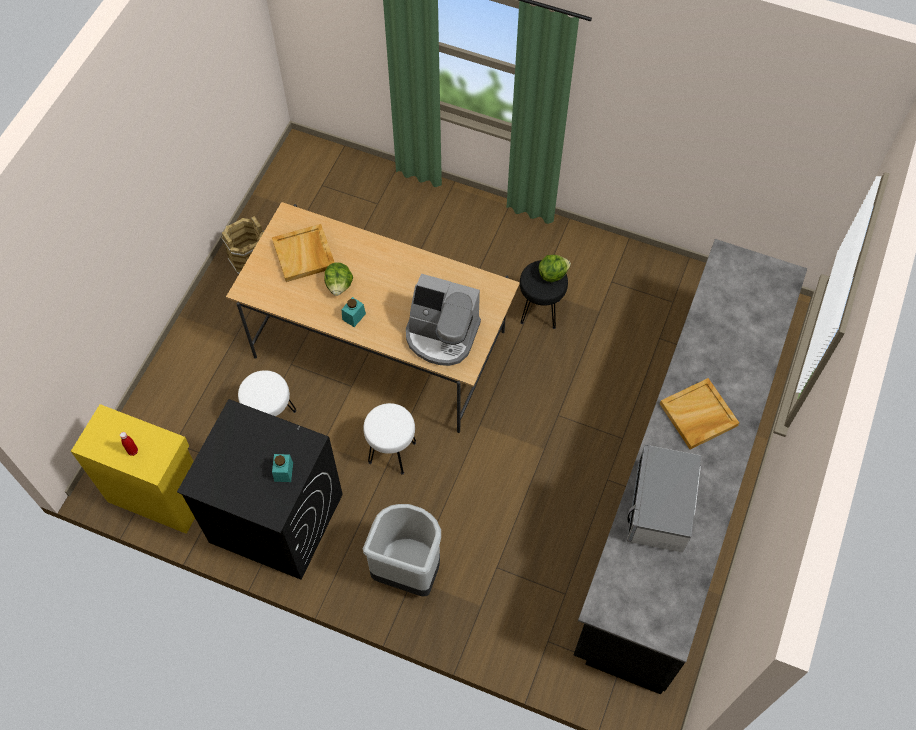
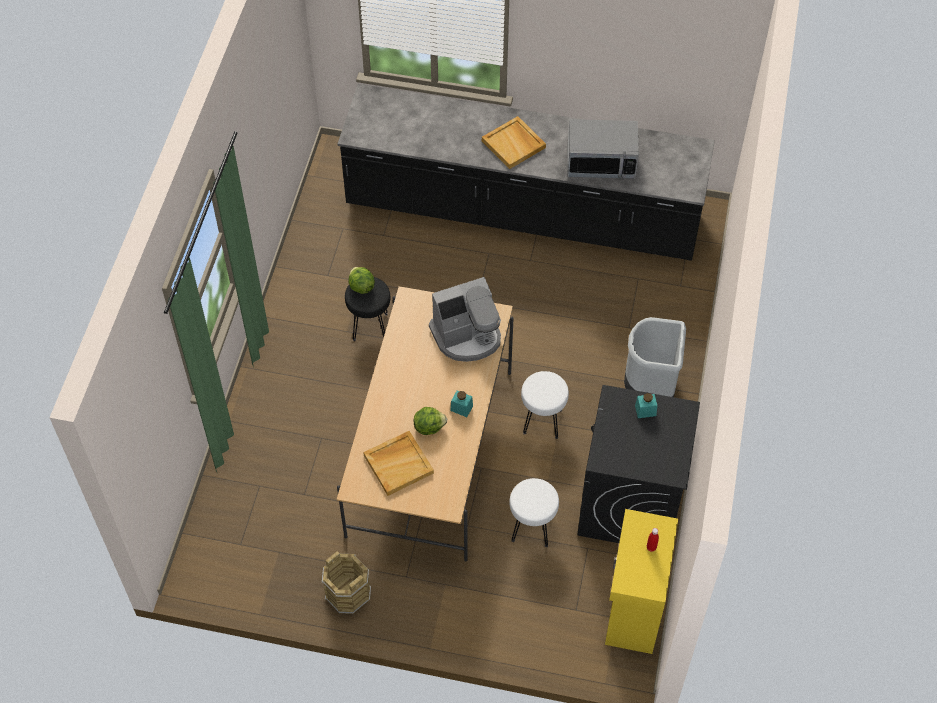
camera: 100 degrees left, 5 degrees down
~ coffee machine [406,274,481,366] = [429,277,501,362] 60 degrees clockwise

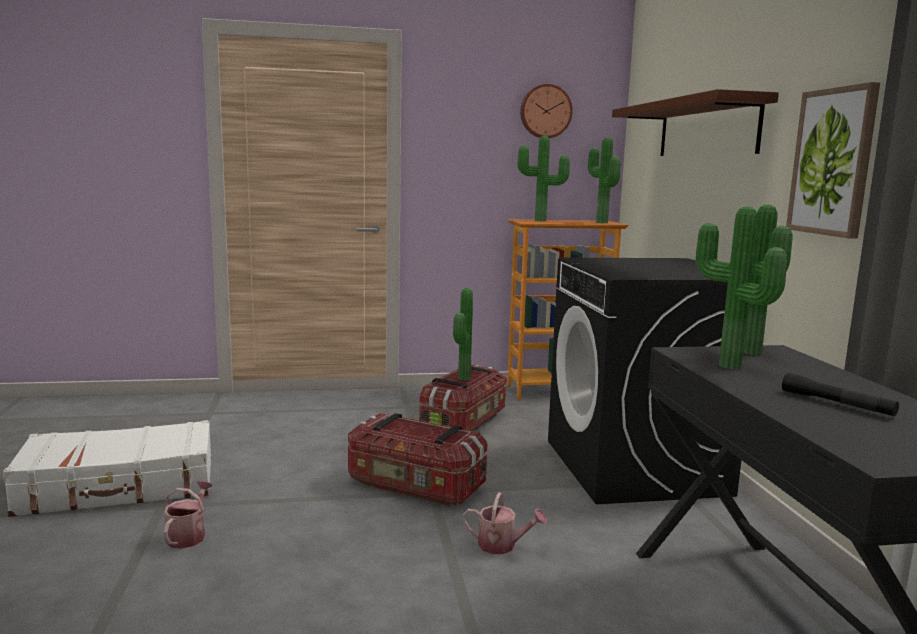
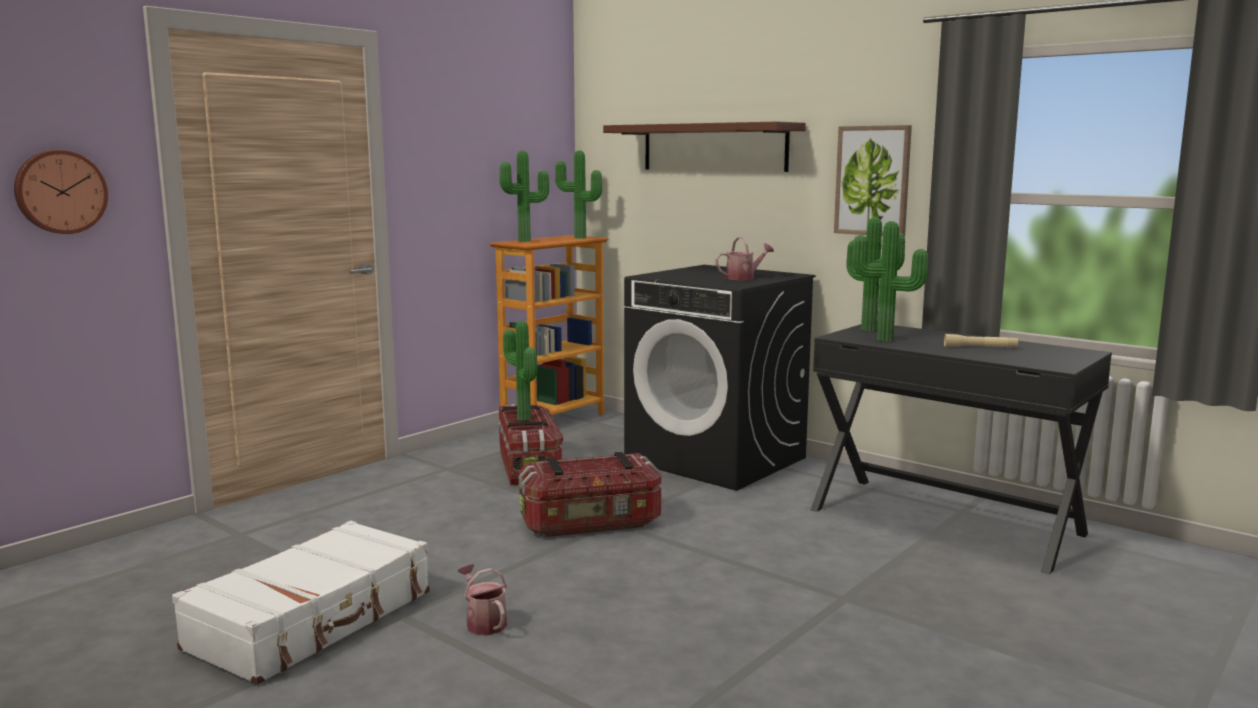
camera: 40 degrees left, 0 degrees up
~ watering can [462,492,548,554] to [715,237,774,280]
~ wall clock [520,84,573,138] to [14,150,108,234]
~ flashlight (black) [782,373,899,416] to flashlight (beige) [944,334,1018,347]

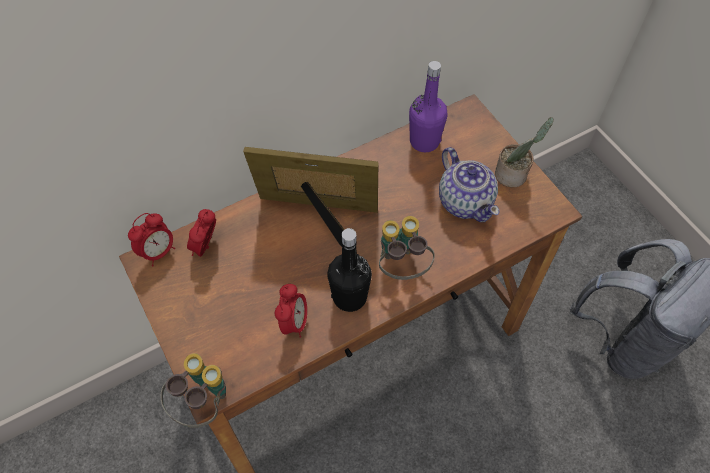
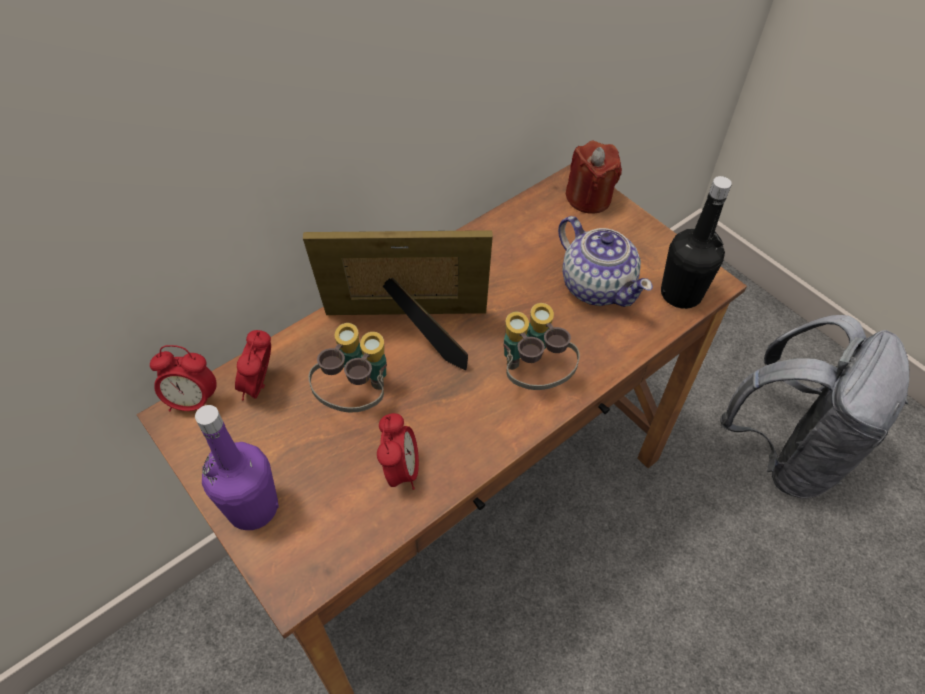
camera: 10 degrees left, 5 degrees down
~ alarm clock [128,213,175,267] = [150,345,217,412] 60 degrees clockwise
~ binoculars [161,353,226,428] to [309,323,387,412]
~ bottle (black) [327,228,372,312] to [661,176,732,309]
~ bottle (purple) [409,61,448,152] to [195,405,279,530]
- potted plant [495,117,553,187]
+ candle (red) [565,141,622,214]

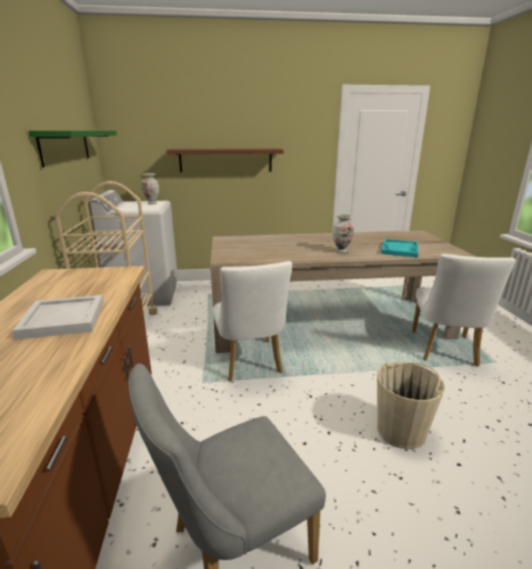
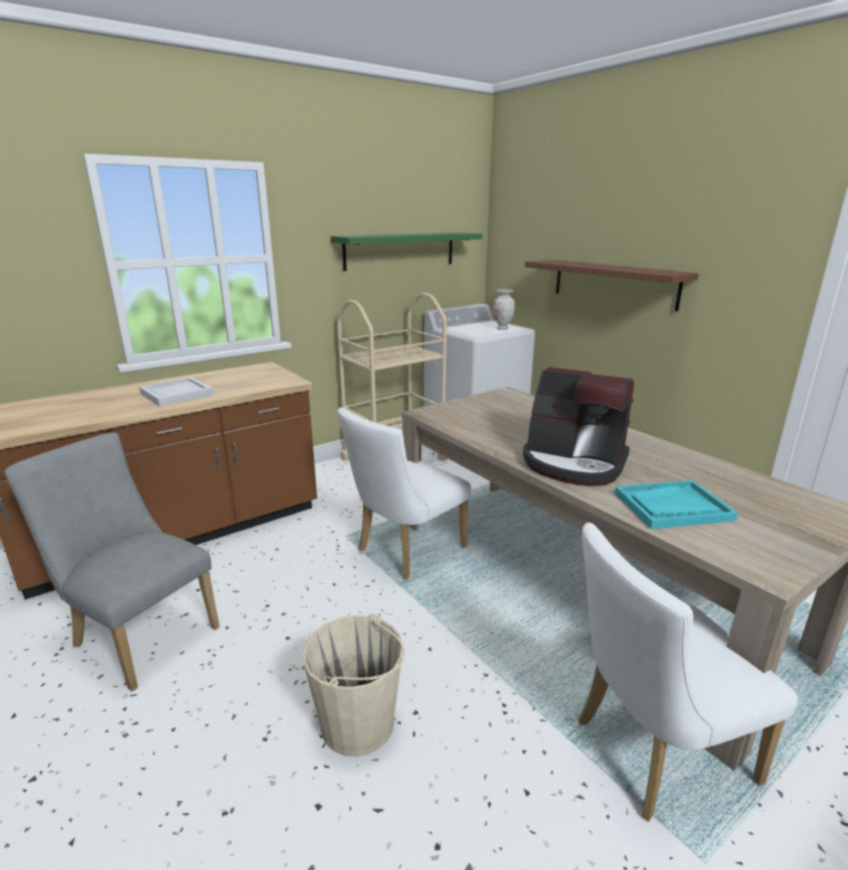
camera: 60 degrees right, 0 degrees up
~ vase [332,214,354,253] to coffee machine [523,367,634,486]

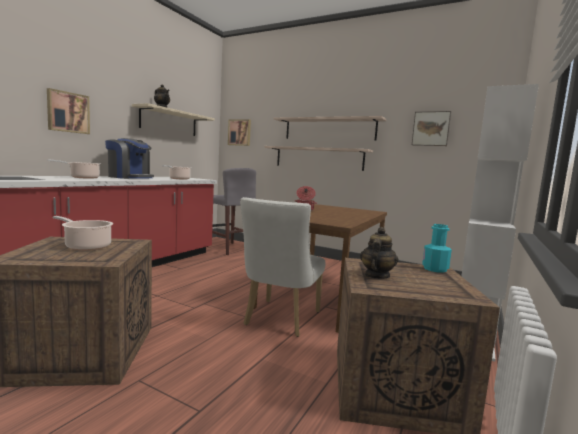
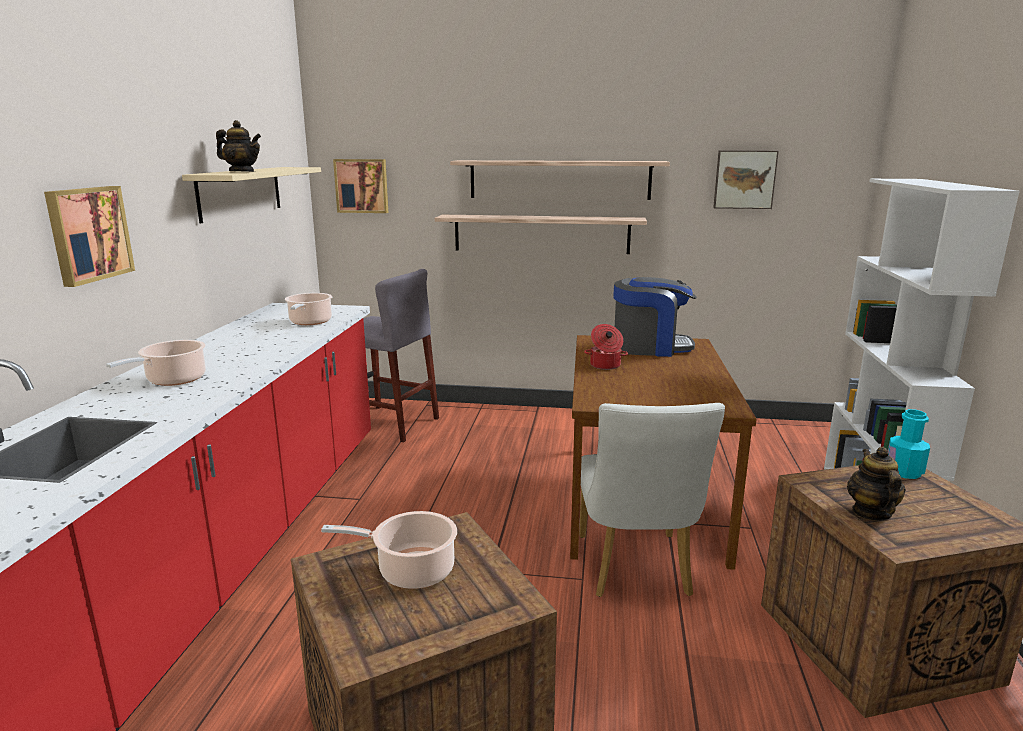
camera: 20 degrees left, 10 degrees up
~ coffee machine [105,138,154,179] to [613,277,697,357]

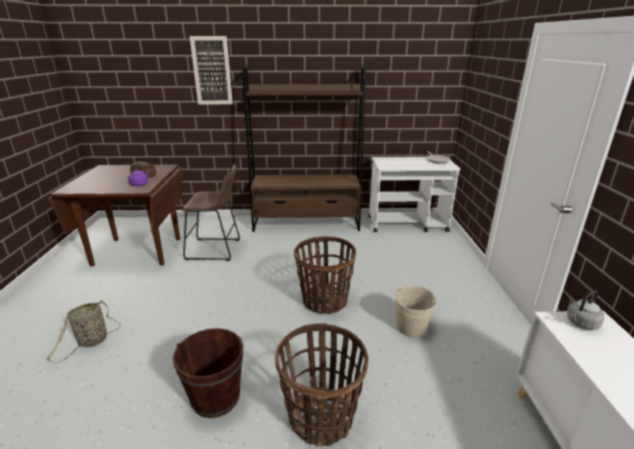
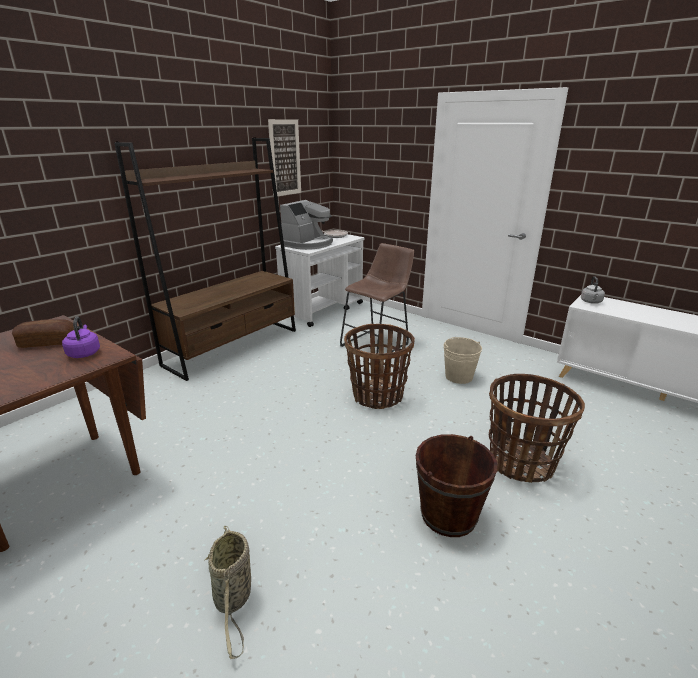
camera: 50 degrees left, 0 degrees up
~ stool (brown) [182,164,240,261] to [340,243,414,354]
~ picture [190,36,233,104] to [268,119,301,197]
+ coffee machine [280,200,333,250]

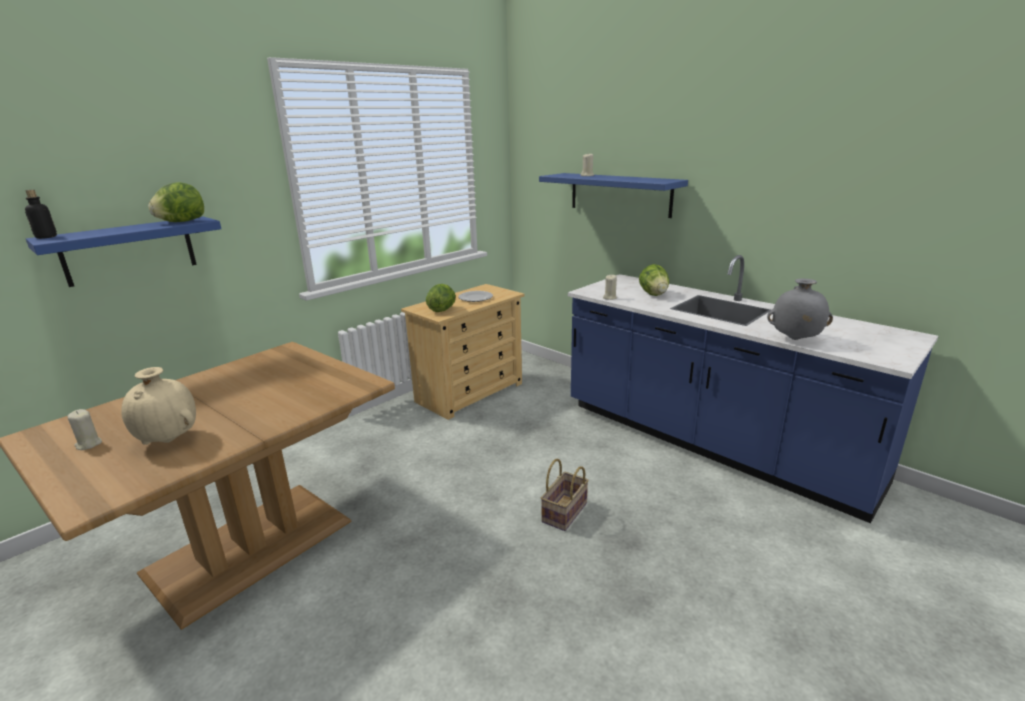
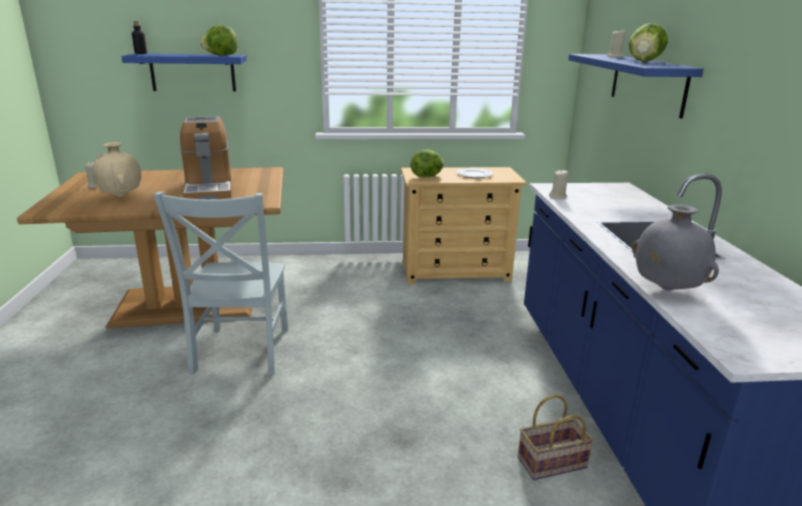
camera: 40 degrees right, 0 degrees up
~ basket [541,459,589,531] to [518,394,594,480]
~ lettuce [639,264,669,296] to [628,23,668,62]
+ chair (grey) [153,192,288,375]
+ coffee machine [180,116,232,199]

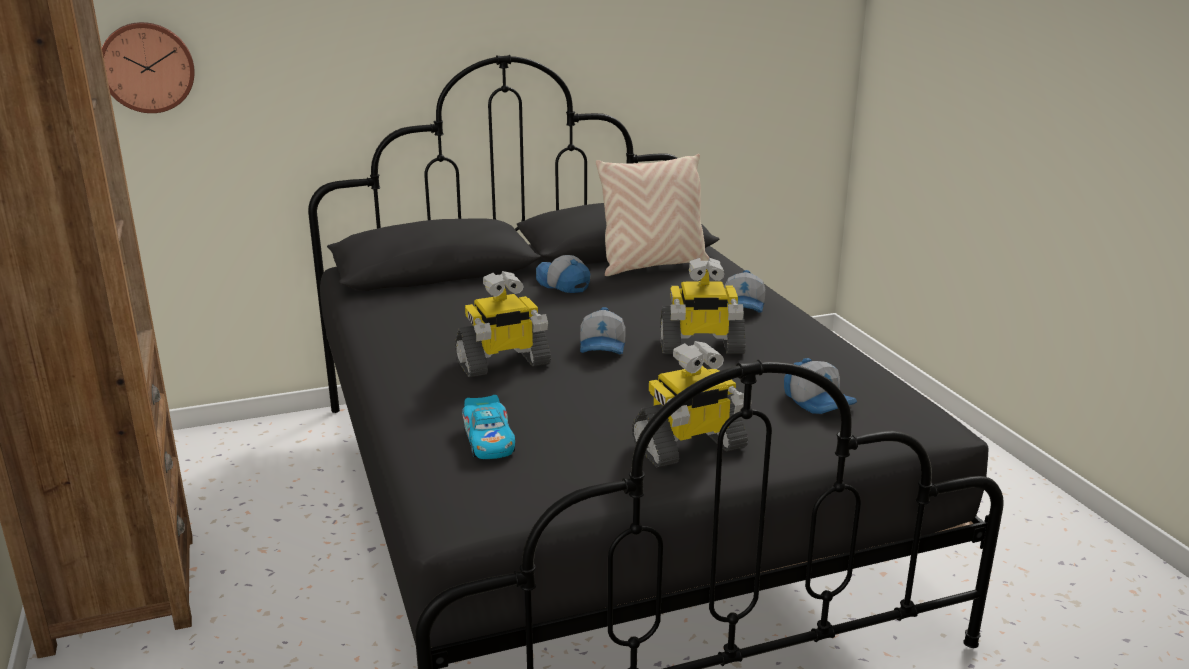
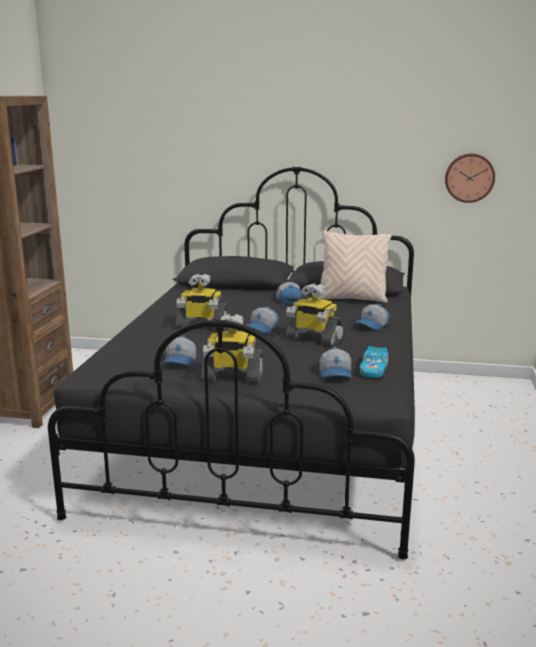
camera: 30 degrees right, 5 degrees down
~ wall clock [102,22,194,113] to [445,154,495,203]
~ toy car [462,395,515,459] to [359,346,389,378]
+ cap [163,335,197,366]

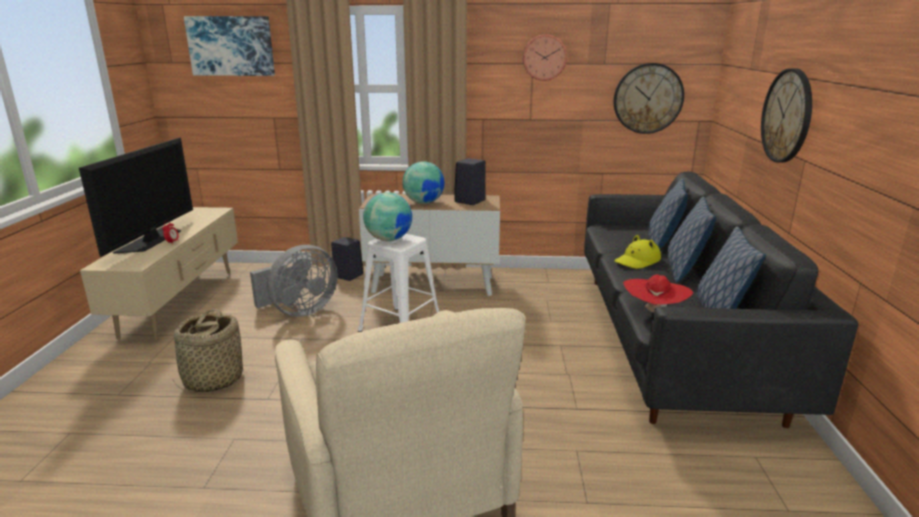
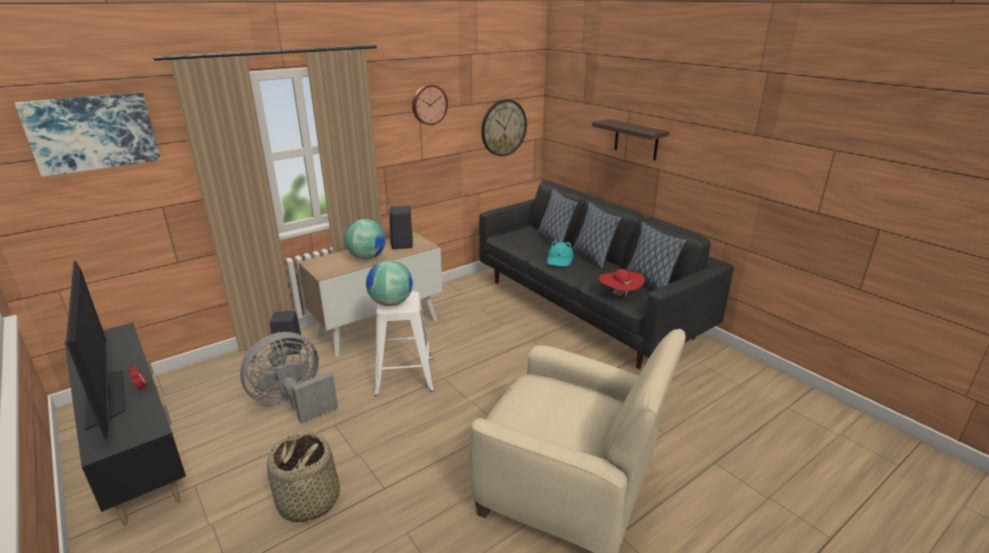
camera: 40 degrees left, 5 degrees up
~ tv stand (beige) [80,207,238,341] to tv stand (black) [64,322,186,525]
~ fan (grey) [250,245,338,317] = [240,332,338,423] 135 degrees counterclockwise
~ hat (yellow) [614,235,661,269] to hat (turquoise) [547,240,574,266]
~ wall clock [761,68,812,163] to shelf [592,119,669,160]

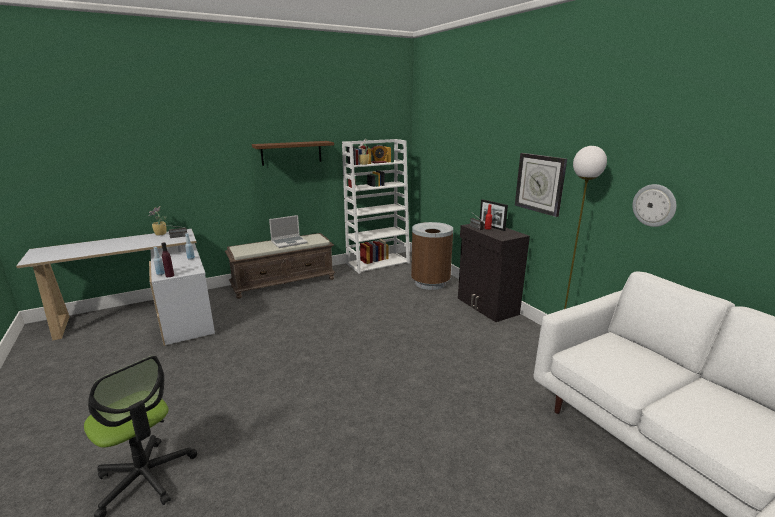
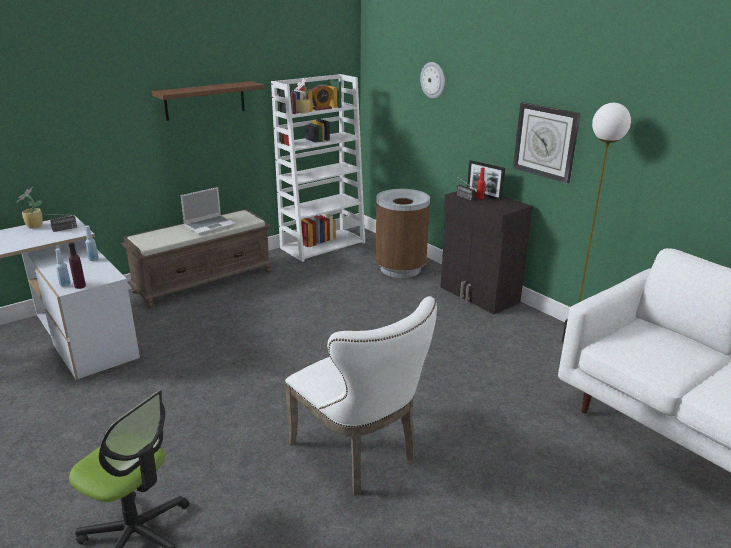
camera: 10 degrees left, 5 degrees up
~ wall clock [632,184,676,227] to [420,62,445,99]
+ chair (white) [285,296,437,496]

